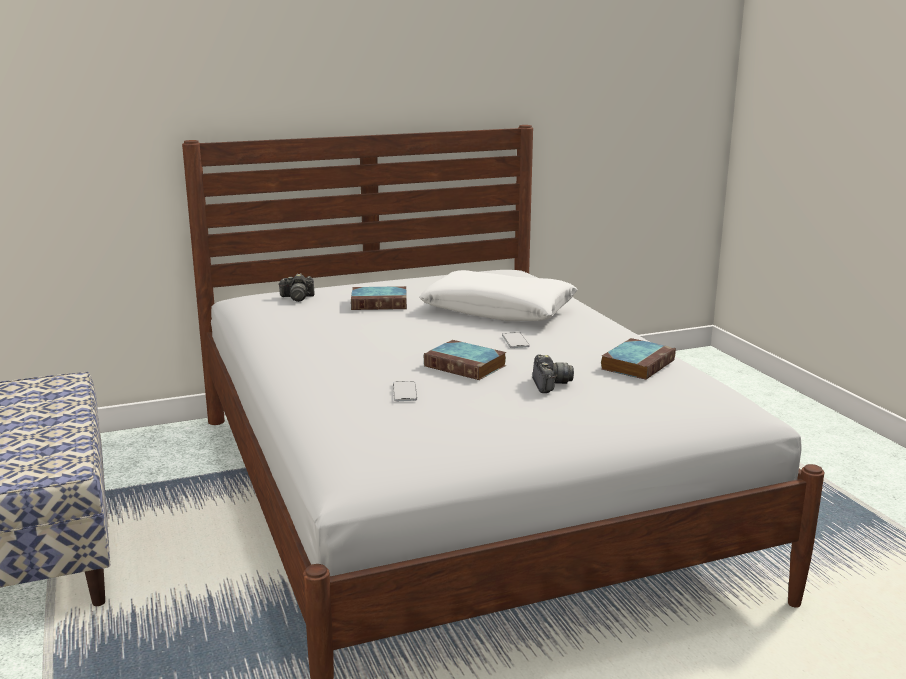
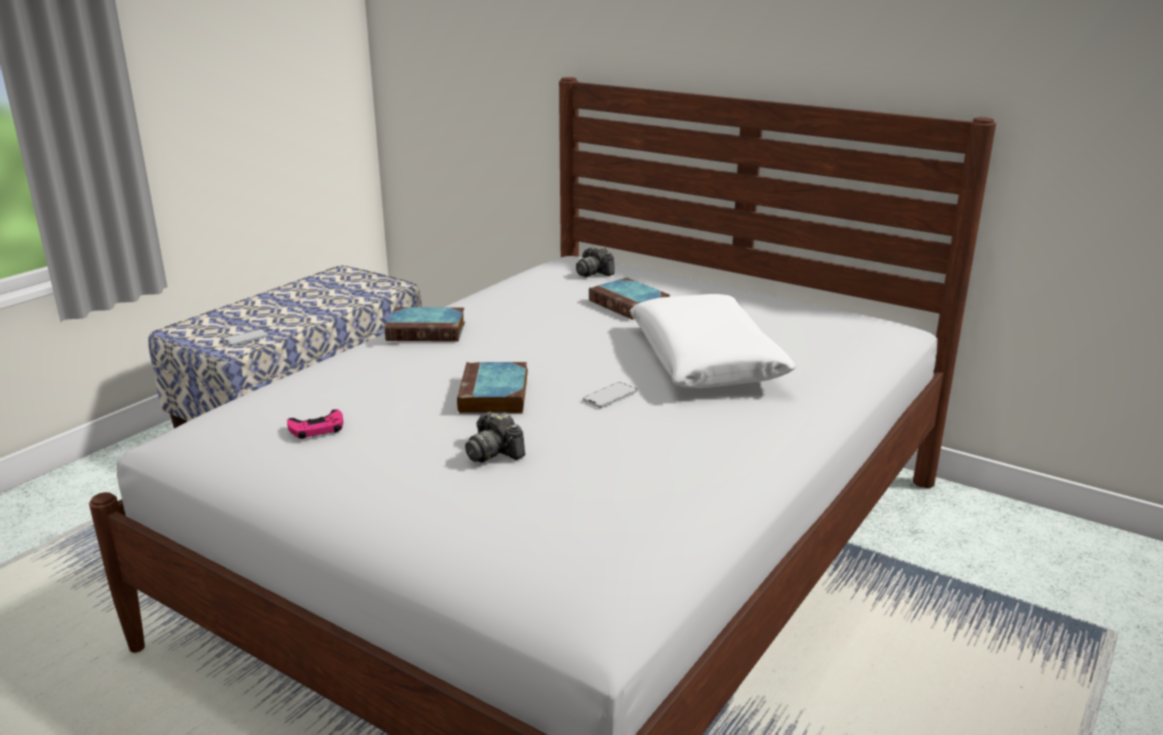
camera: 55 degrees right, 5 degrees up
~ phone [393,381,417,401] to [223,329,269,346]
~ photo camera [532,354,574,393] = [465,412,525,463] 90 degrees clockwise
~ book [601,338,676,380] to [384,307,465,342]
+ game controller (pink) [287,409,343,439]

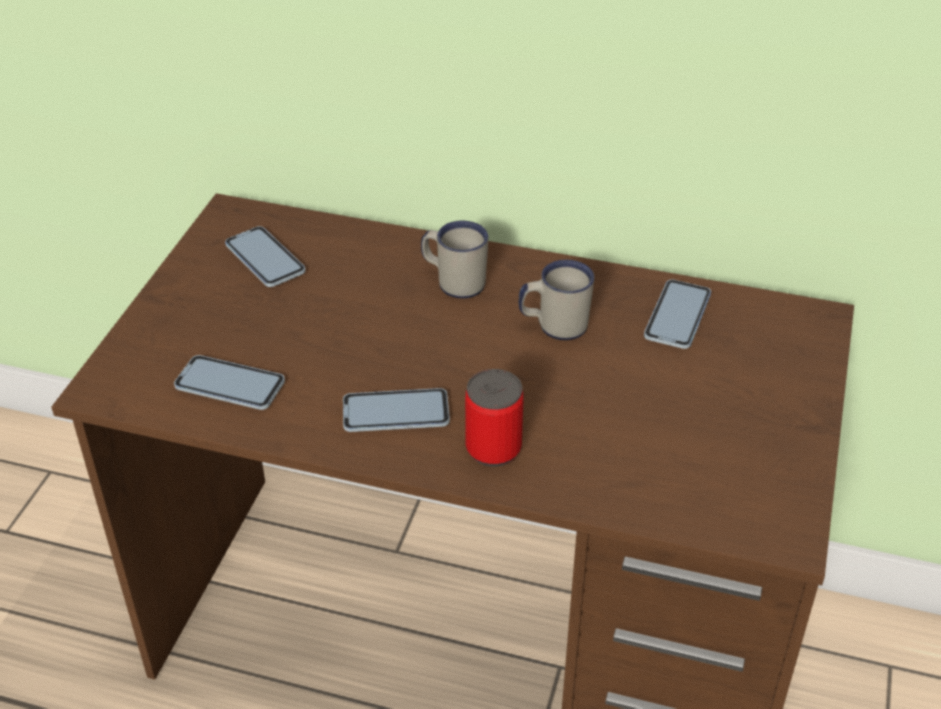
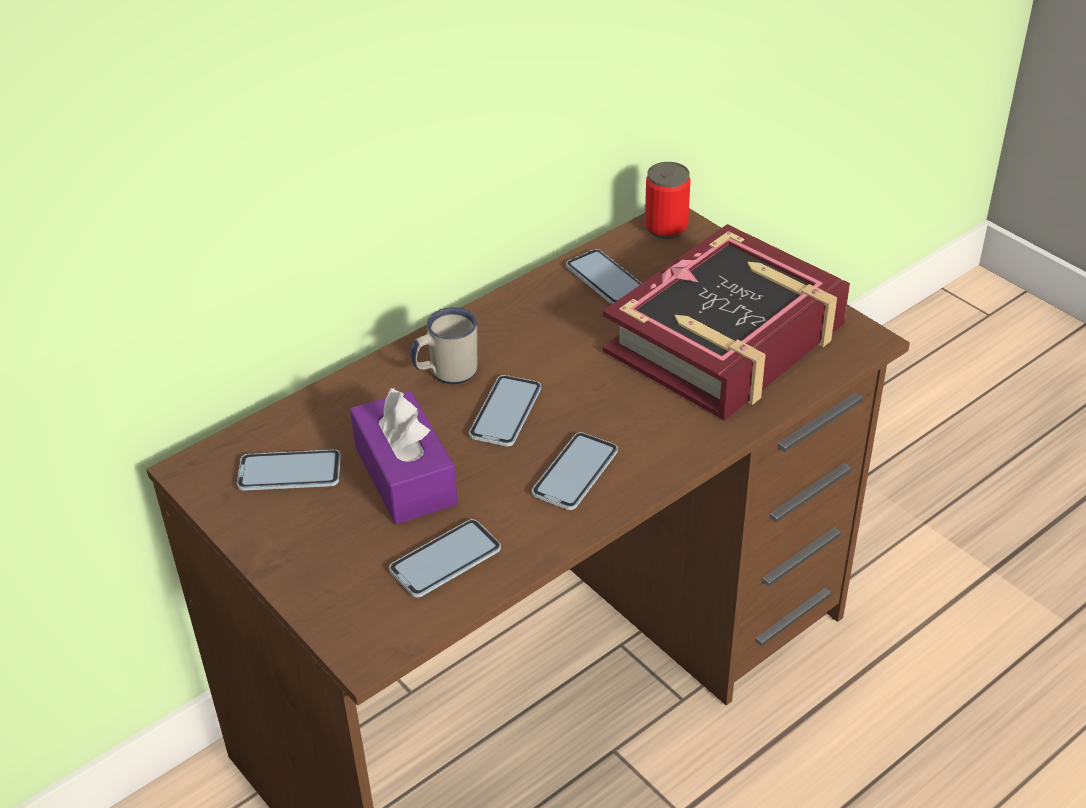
camera: 55 degrees left, 0 degrees up
~ can [465,369,524,467] to [645,162,690,239]
- mug (white) [519,260,594,340]
+ tissue box (purple) [350,388,458,524]
+ phone [469,375,541,446]
+ book [602,224,850,421]

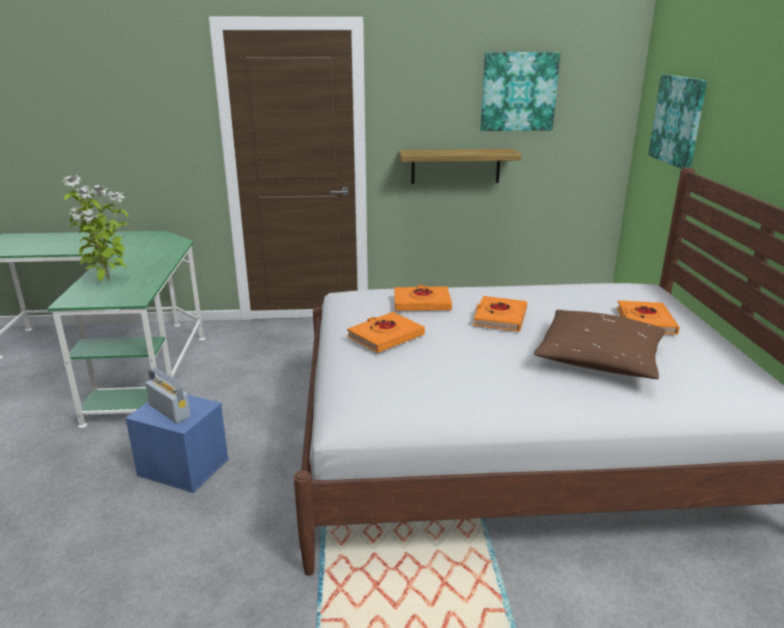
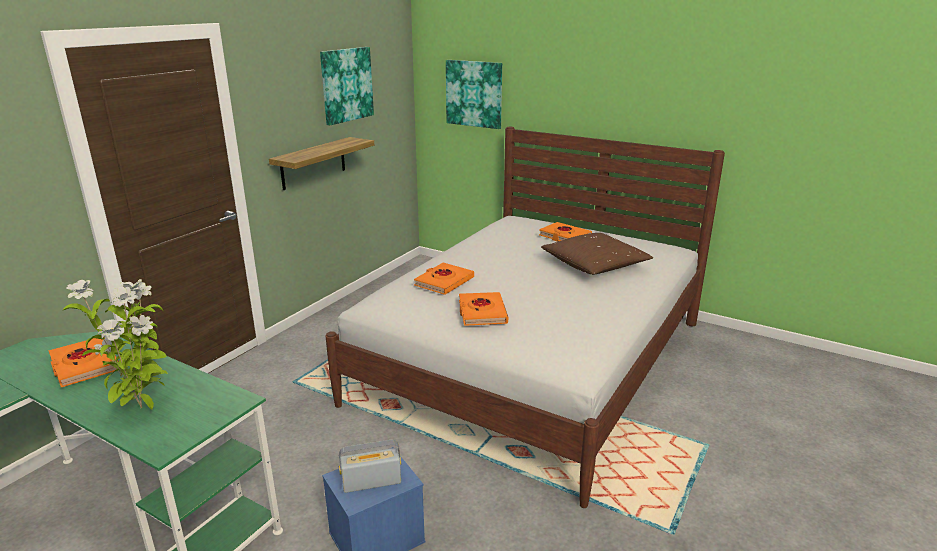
camera: 55 degrees left, 0 degrees up
~ book (orange) [473,296,527,332] to [48,338,119,387]

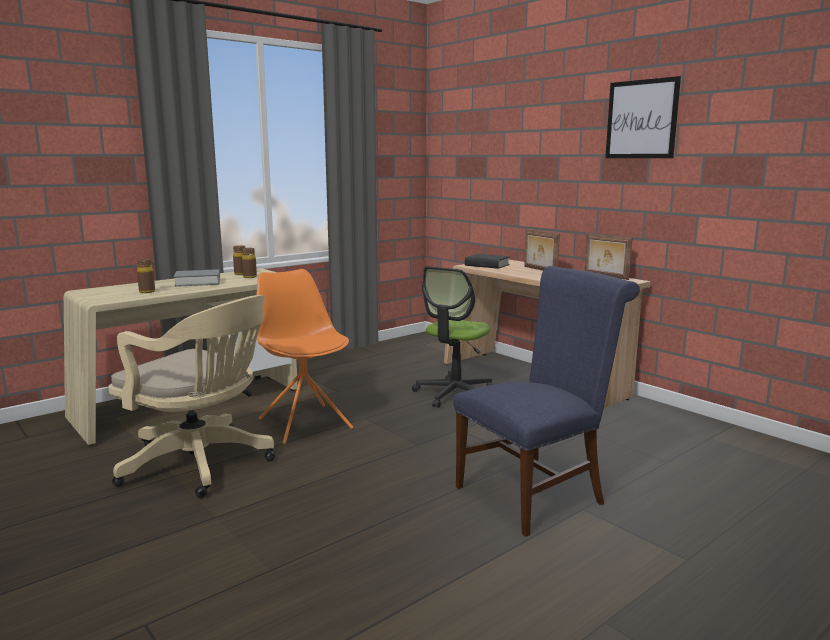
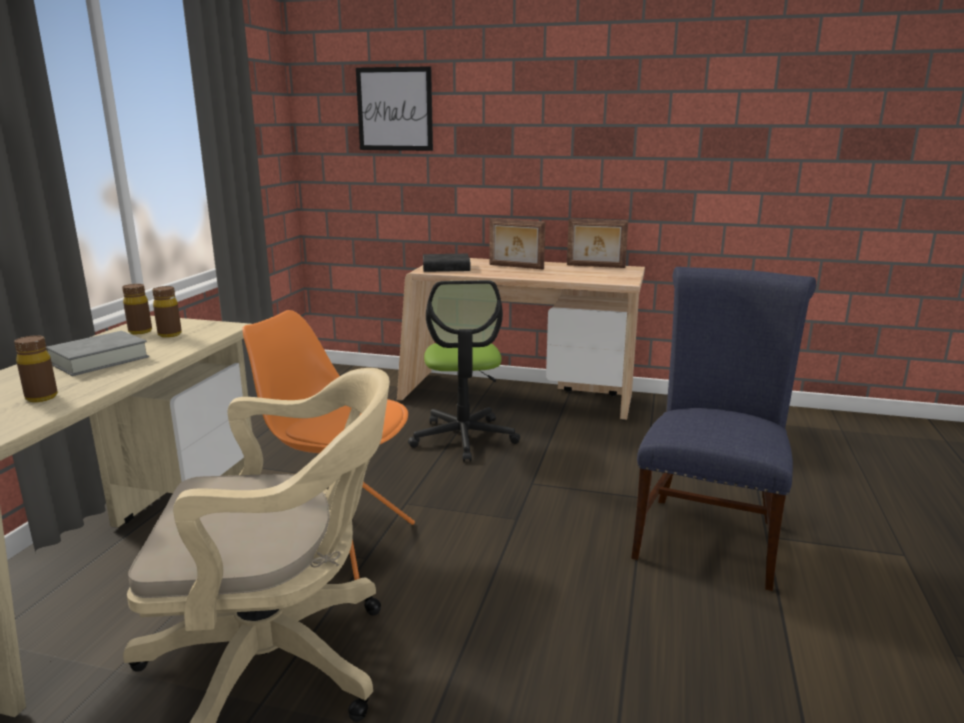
camera: 35 degrees left, 5 degrees up
~ picture [605,76,681,158] to [356,66,433,151]

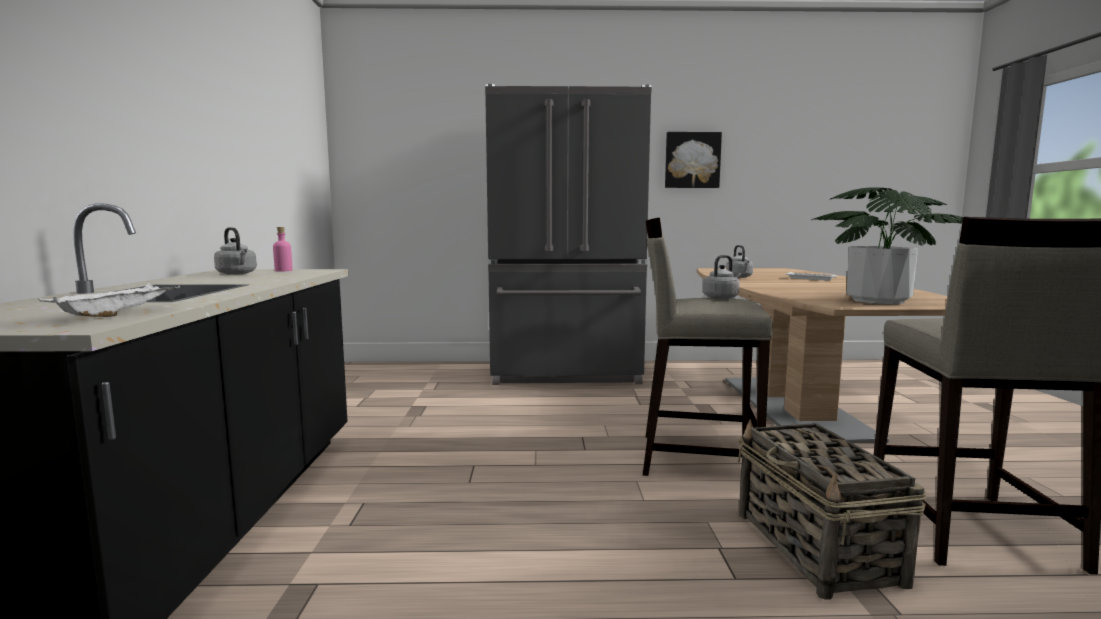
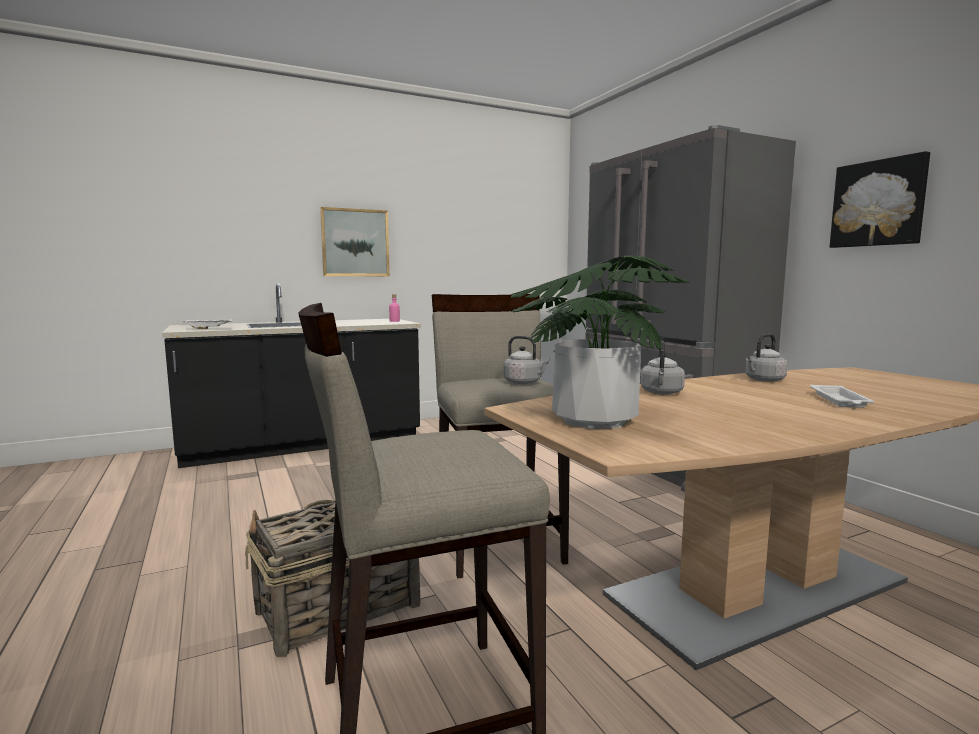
camera: 65 degrees right, 0 degrees up
~ kettle (grey) [214,227,257,275] to [640,340,685,395]
+ picture [320,207,390,276]

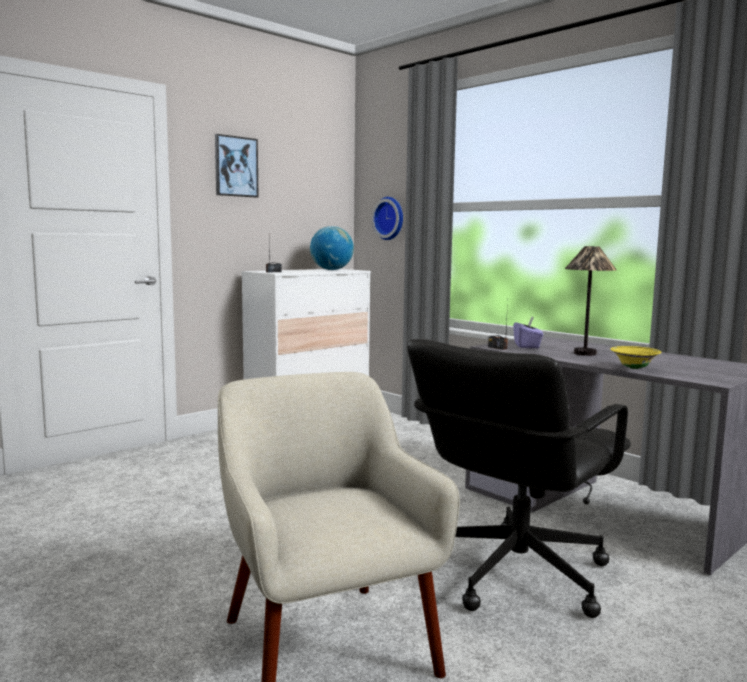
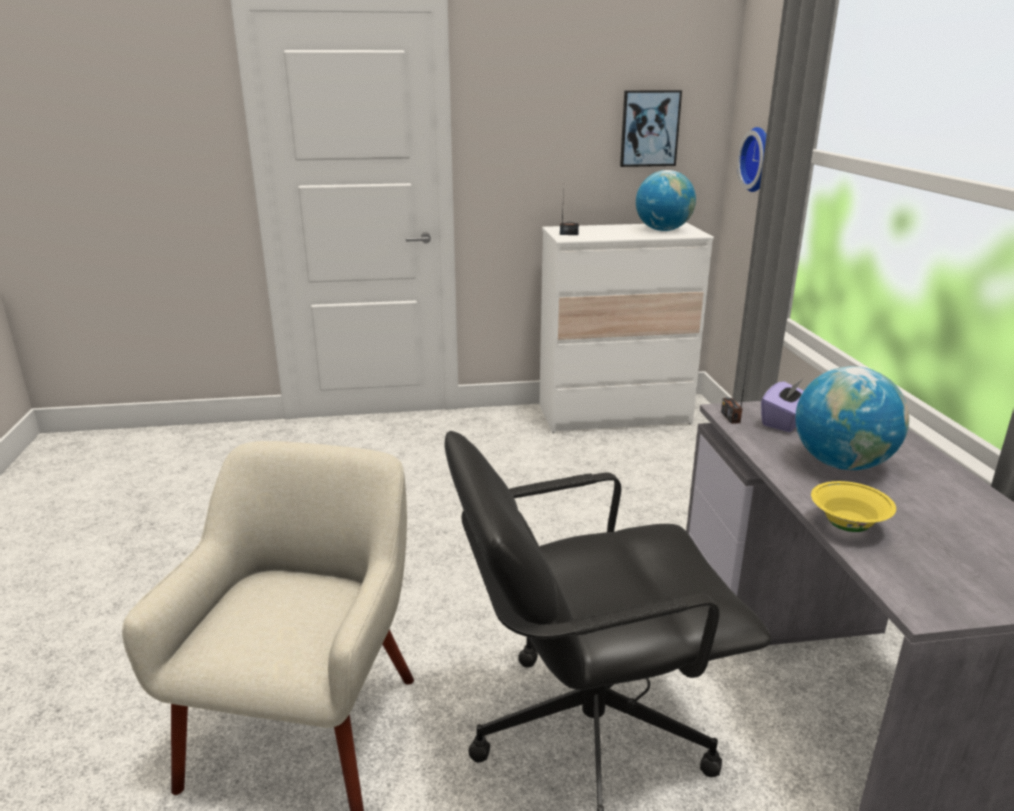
camera: 35 degrees right, 15 degrees up
~ picture [215,134,258,198] to [620,90,682,167]
~ table lamp [565,246,616,356] to globe [795,366,909,470]

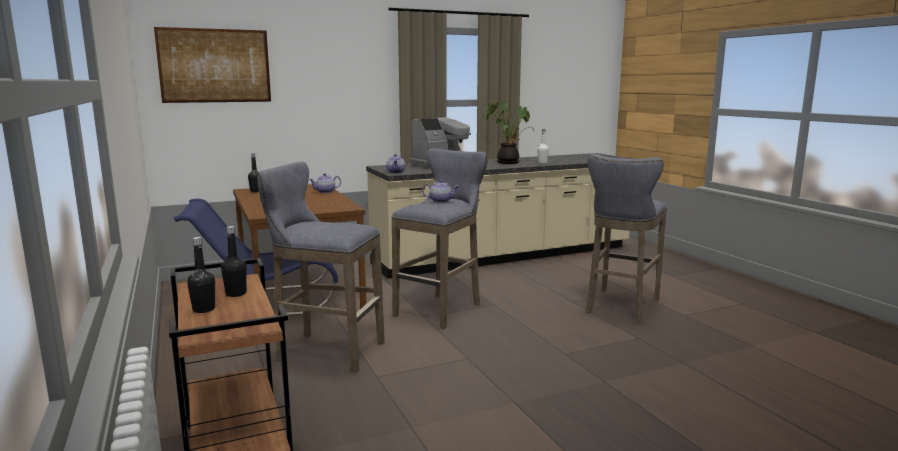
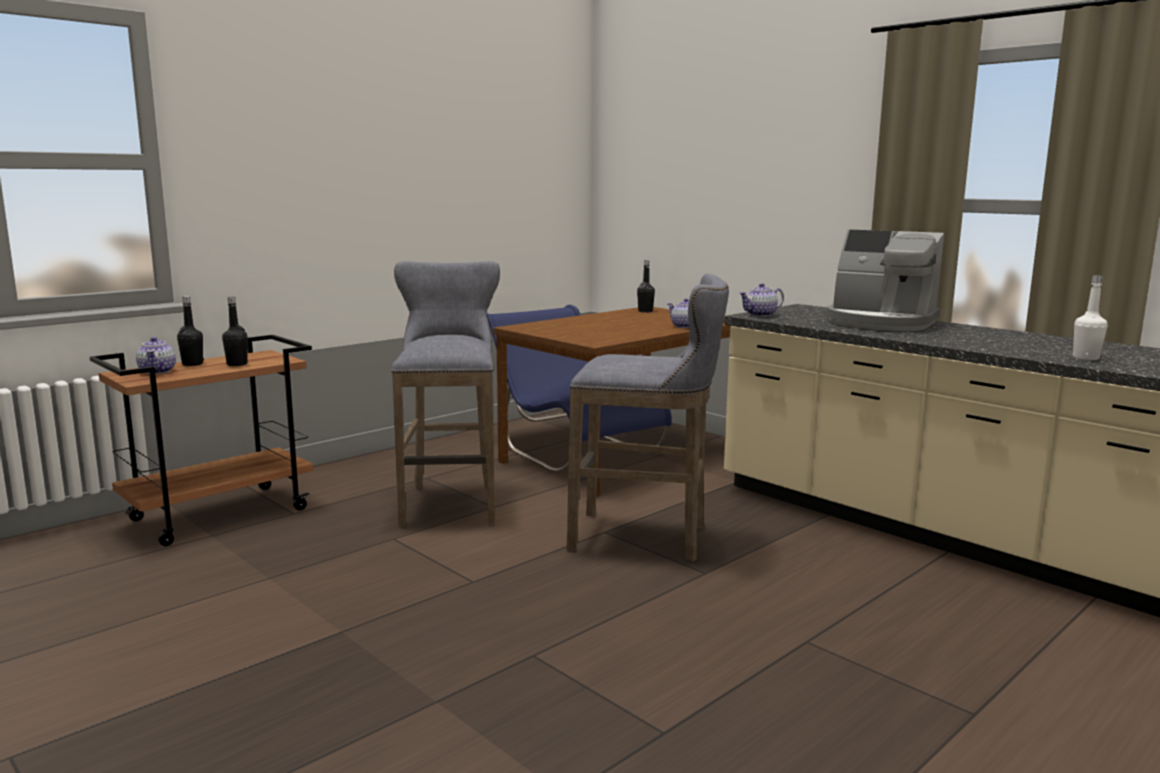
camera: 70 degrees right, 0 degrees up
- picture [154,27,271,103]
~ teapot [422,180,459,203] to [136,337,176,374]
- potted plant [483,100,535,164]
- stool (grey) [586,154,667,322]

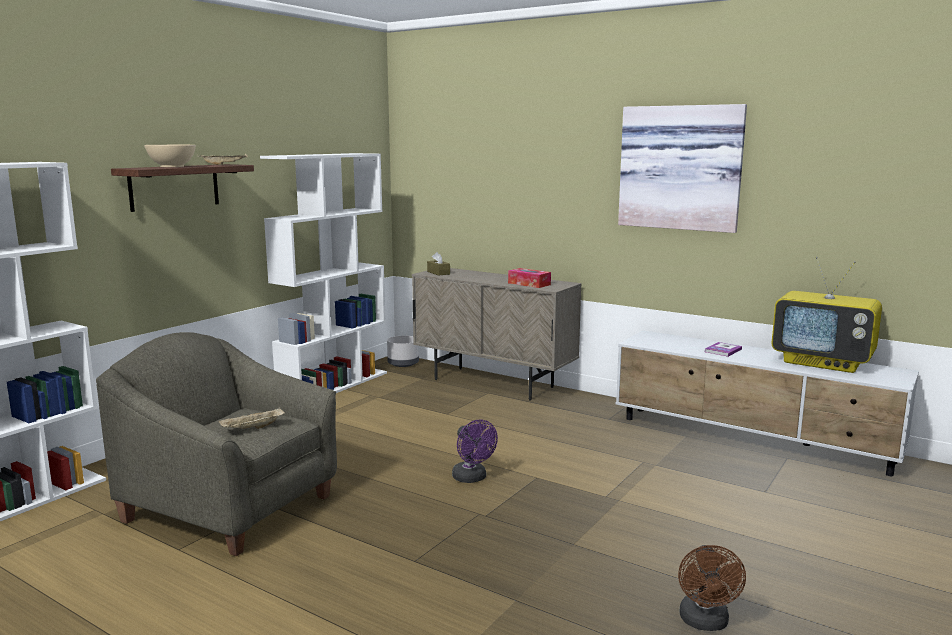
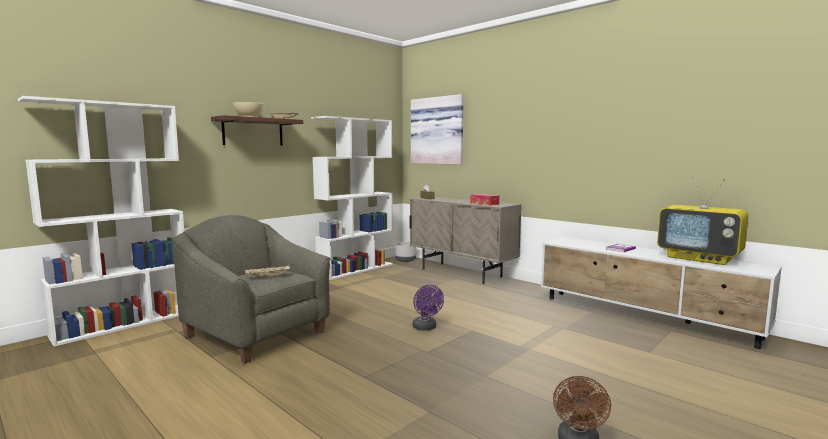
camera: 10 degrees right, 5 degrees down
~ picture [618,104,747,233] to [411,94,464,165]

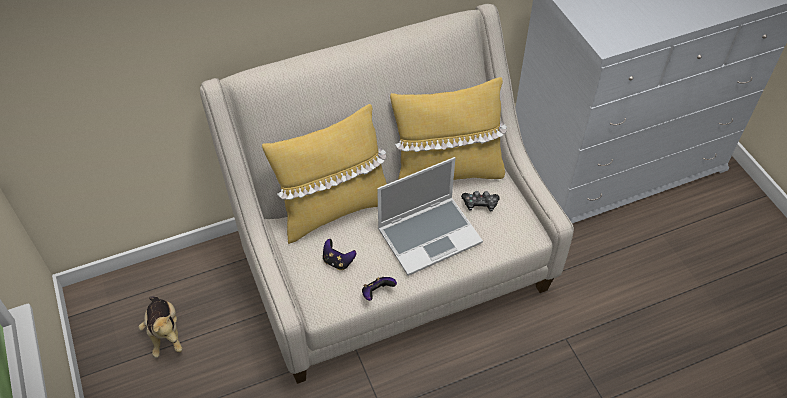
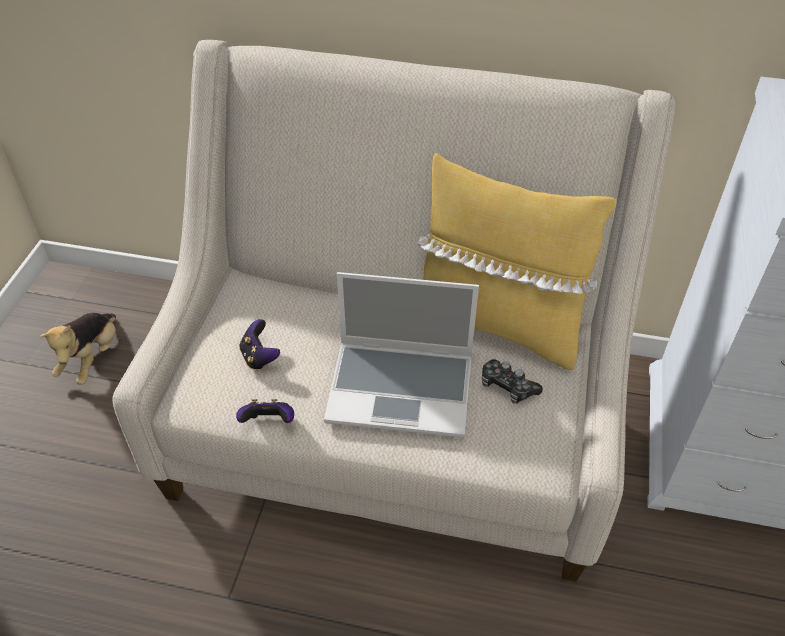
camera: 35 degrees right, 5 degrees down
- pillow (yellow) [262,104,387,244]

